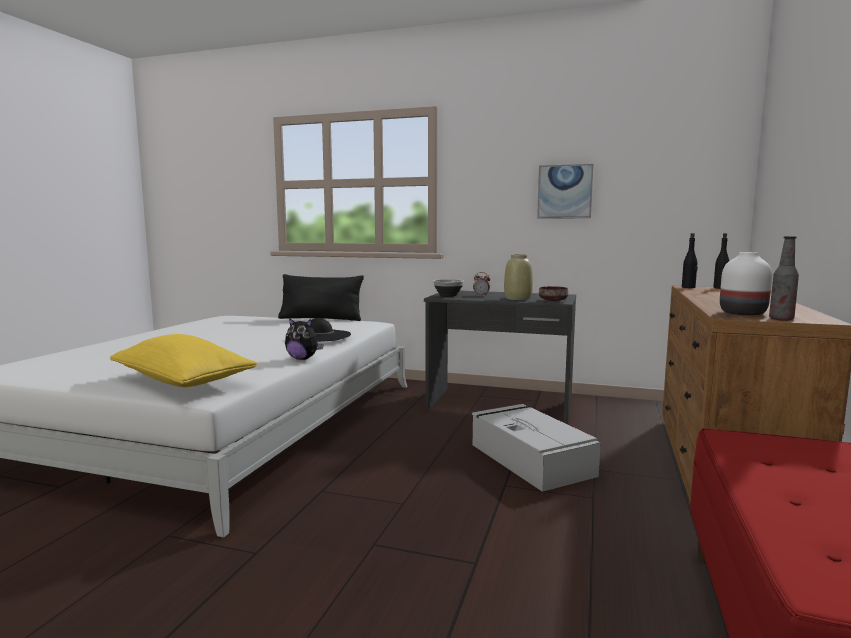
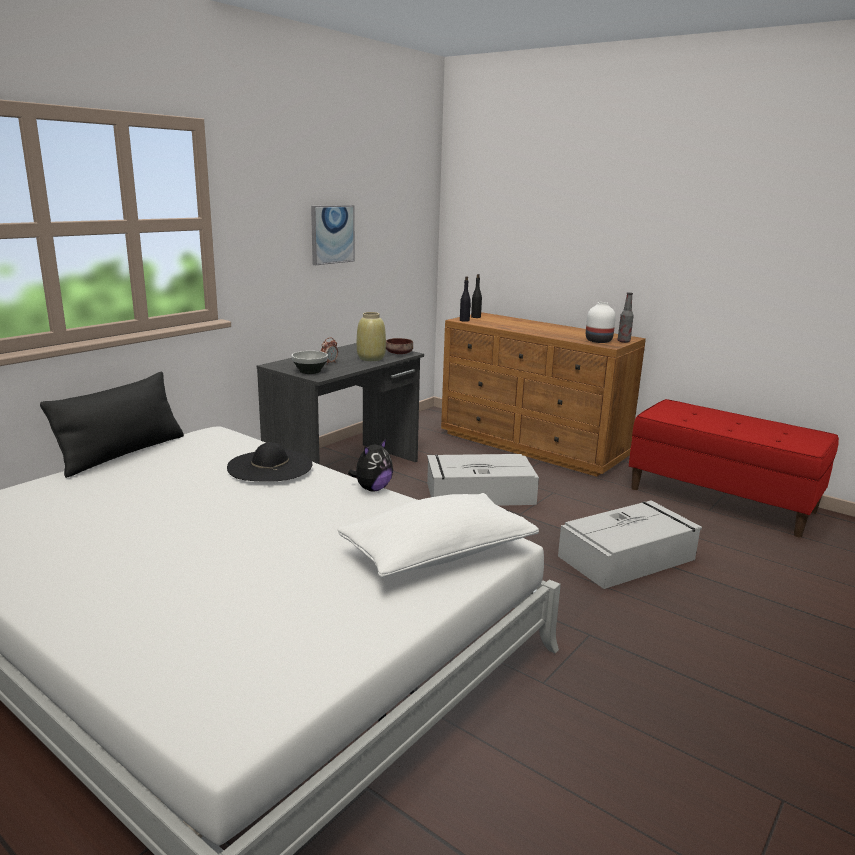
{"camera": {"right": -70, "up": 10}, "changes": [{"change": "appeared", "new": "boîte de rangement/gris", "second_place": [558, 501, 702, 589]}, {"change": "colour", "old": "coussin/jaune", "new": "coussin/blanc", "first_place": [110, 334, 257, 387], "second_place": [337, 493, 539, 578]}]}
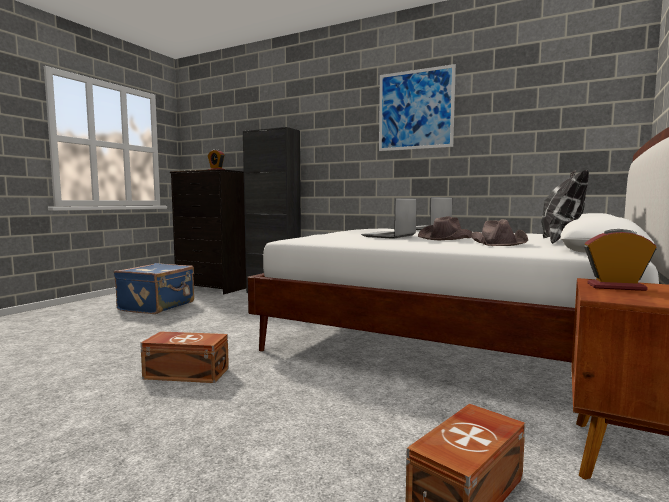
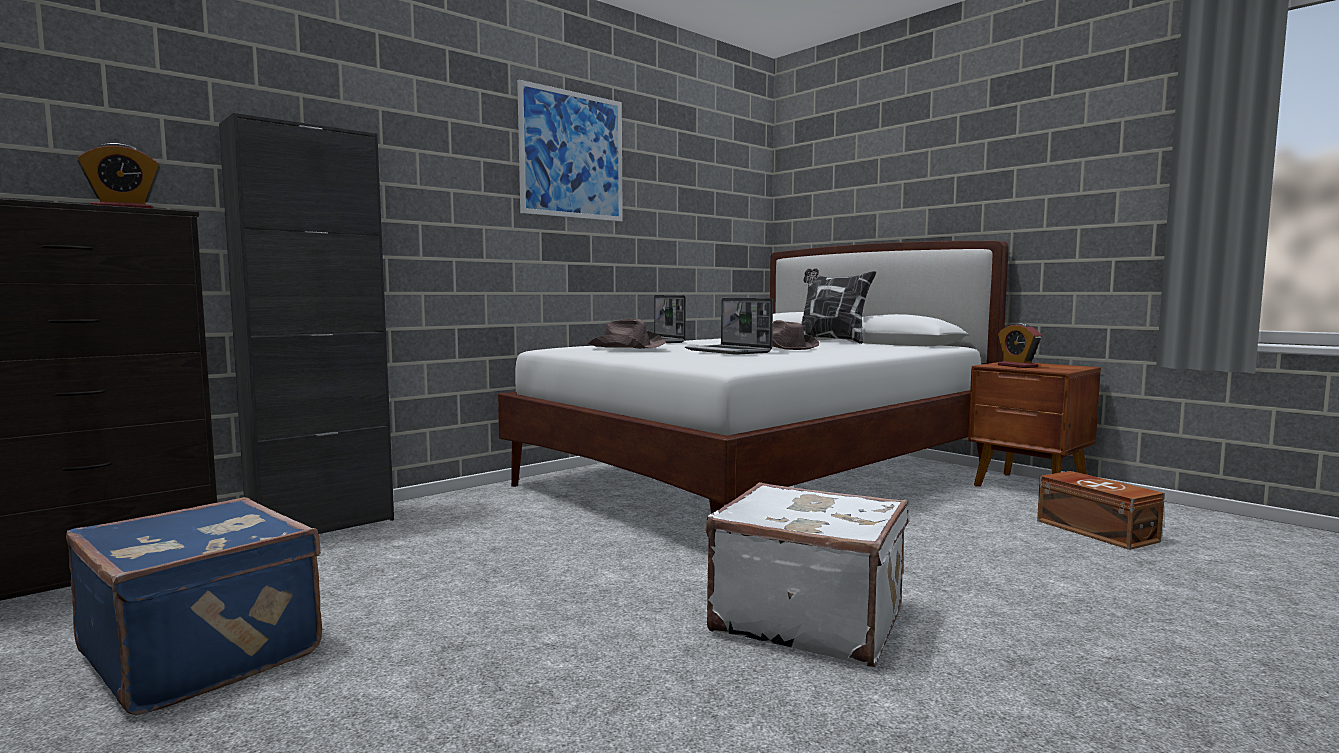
{"camera": {"right": -70, "up": 0}, "changes": [{"change": "relocated", "old": "chapeau/marron", "first_place": [471, 219, 528, 246], "second_place": [588, 319, 666, 349]}, {"change": "exchanged", "old": "boîte de rangement/marron", "new": "valise/blanc", "first_place": [140, 331, 229, 383], "second_place": [706, 482, 908, 667]}, {"change": "spun", "old": "réveil", "first_place": [584, 229, 656, 291], "second_place": [998, 323, 1042, 368], "degrees": -60}]}
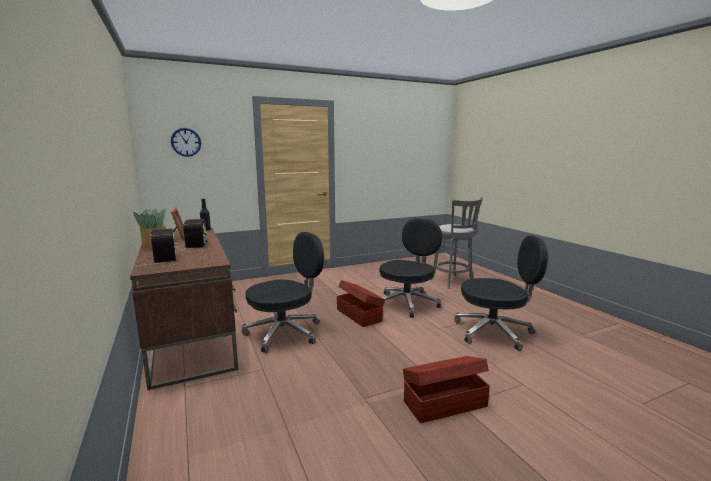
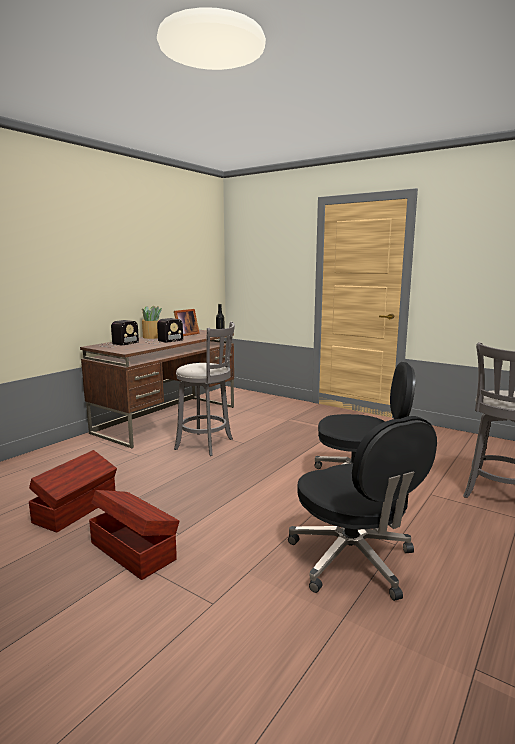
{"camera": {"right": 60, "up": 0}, "changes": [{"change": "missing", "old": "horloge murale", "first_place": [171, 128, 201, 157]}, {"change": "relocated", "old": "boîte de rangement/marron", "first_place": [337, 280, 385, 327], "second_place": [28, 450, 117, 533]}, {"change": "exchanged", "old": "chaise de bureau/noir", "new": "tabouret/gris", "first_place": [242, 232, 324, 353], "second_place": [174, 322, 235, 456]}]}
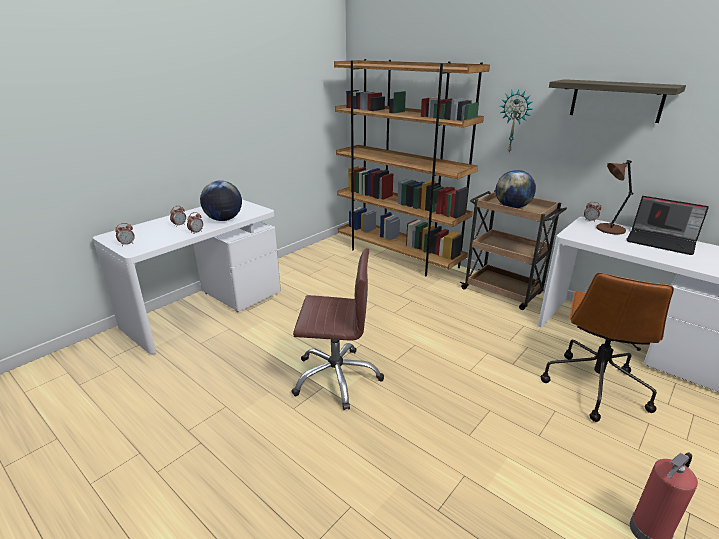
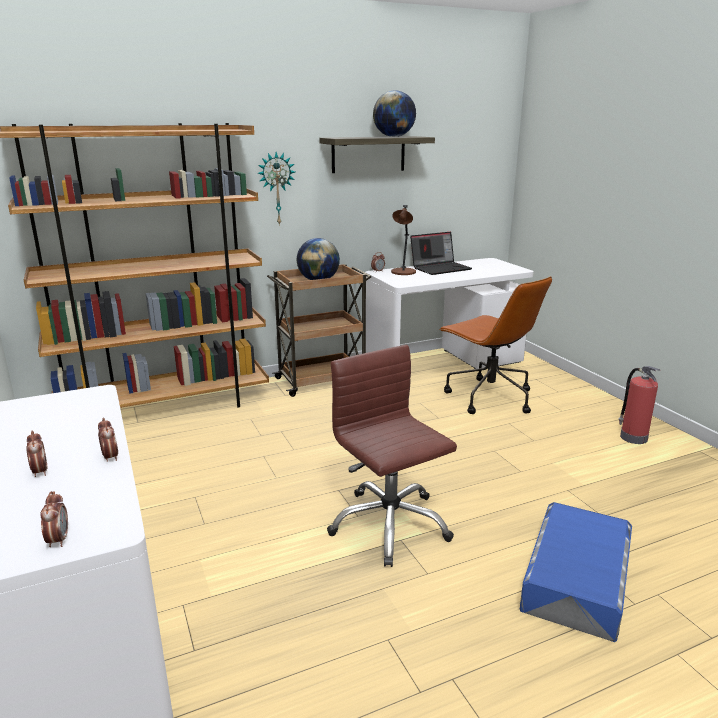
{"camera": {"right": -65, "up": -5}, "changes": [{"change": "appeared", "new": "boîte de rangement/bleu", "second_place": [520, 502, 632, 642]}, {"change": "relocated", "old": "globe", "first_place": [200, 180, 242, 221], "second_place": [373, 90, 416, 137]}, {"change": "spun", "old": "chaise de bureau/marron", "first_place": [291, 248, 384, 410], "second_place": [327, 345, 457, 567], "degrees": -60}]}
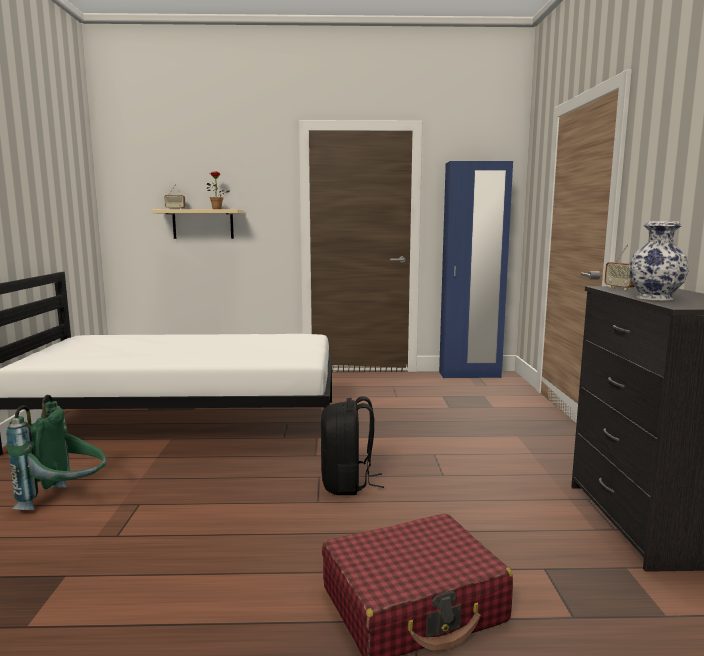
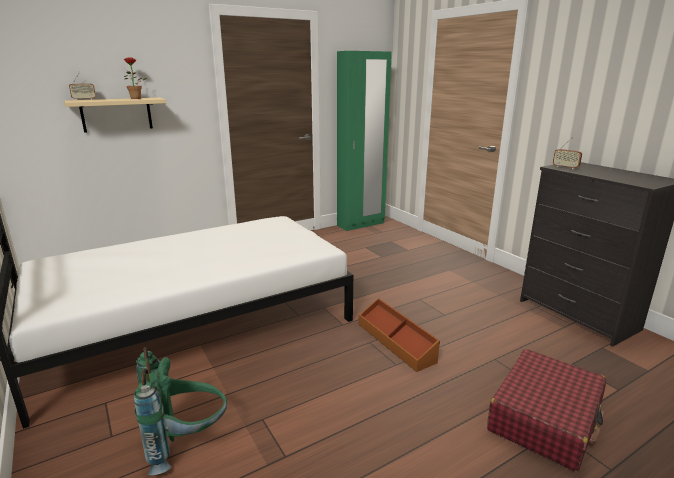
{"camera": {"right": -30, "up": 10}, "changes": [{"change": "missing", "old": "vase", "first_place": [629, 221, 689, 301]}, {"change": "exchanged", "old": "sac à dos/noir", "new": "boîte de rangement/marron", "first_place": [321, 396, 384, 495], "second_place": [359, 298, 440, 372]}, {"change": "colour", "old": "armoire/bleu", "new": "armoire/vert", "first_place": [439, 161, 513, 378], "second_place": [337, 51, 392, 231]}]}
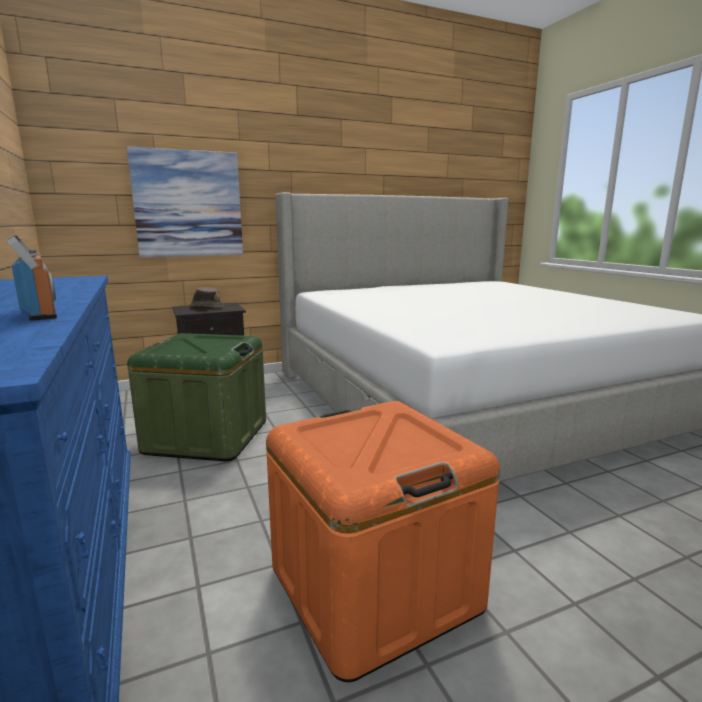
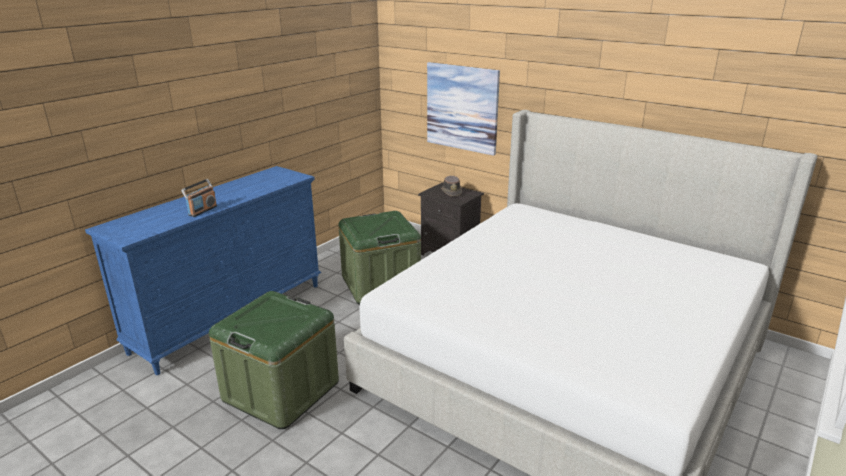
{"camera": {"right": 60, "up": 10}, "changes": [{"change": "colour", "old": "boîte de rangement/orange", "new": "boîte de rangement/vert", "first_place": [266, 401, 500, 682], "second_place": [209, 291, 339, 429]}]}
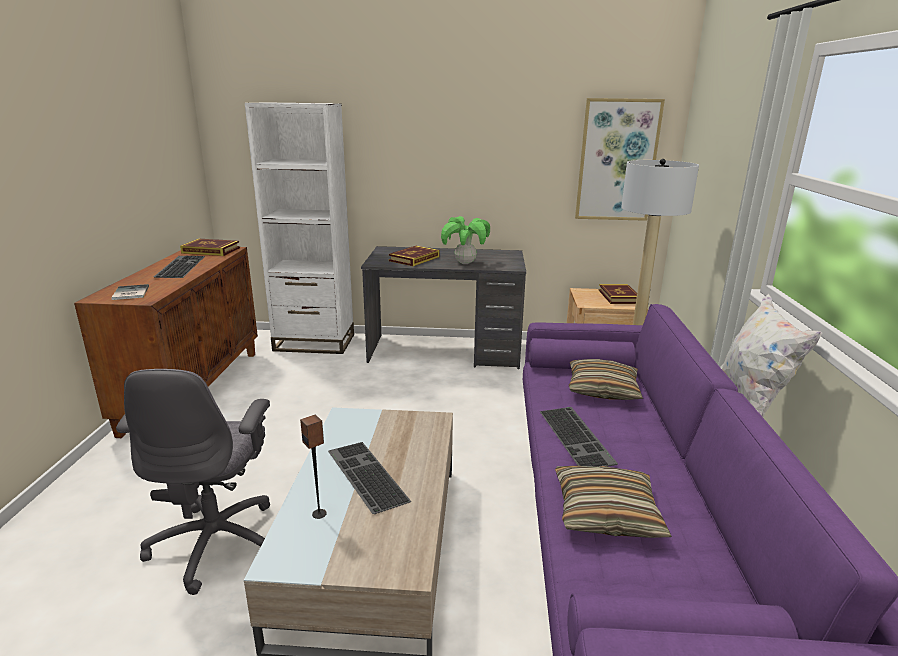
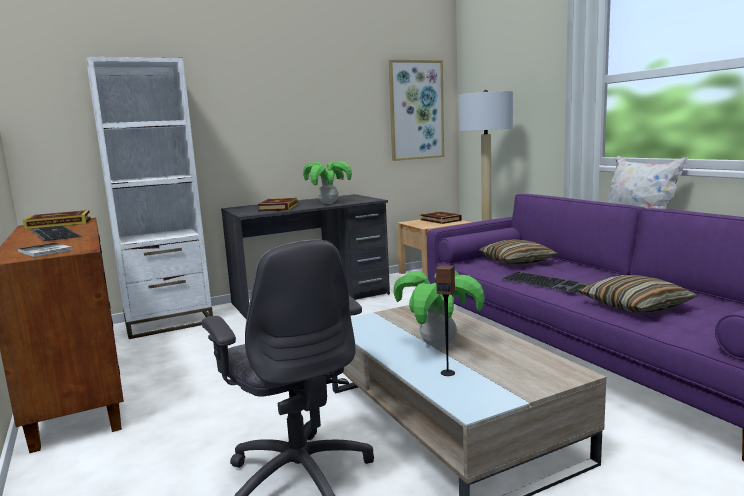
{"camera": {"right": -30, "up": -10}, "changes": [{"change": "exchanged", "old": "clavier", "new": "plante en pot", "first_place": [328, 442, 411, 514], "second_place": [393, 271, 485, 348]}]}
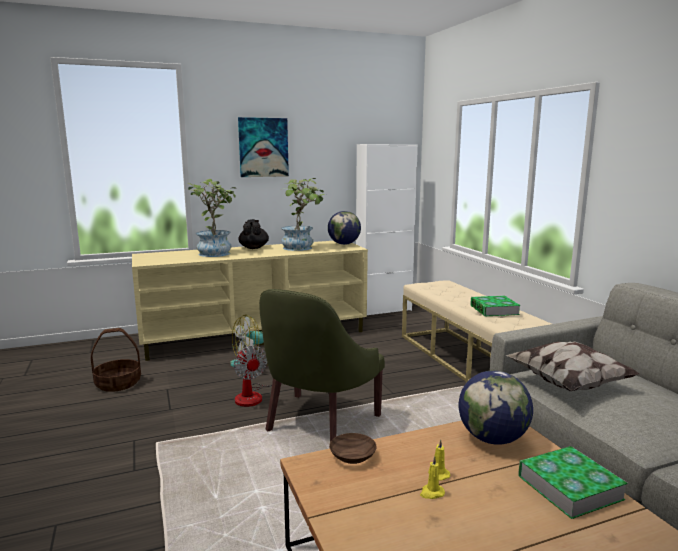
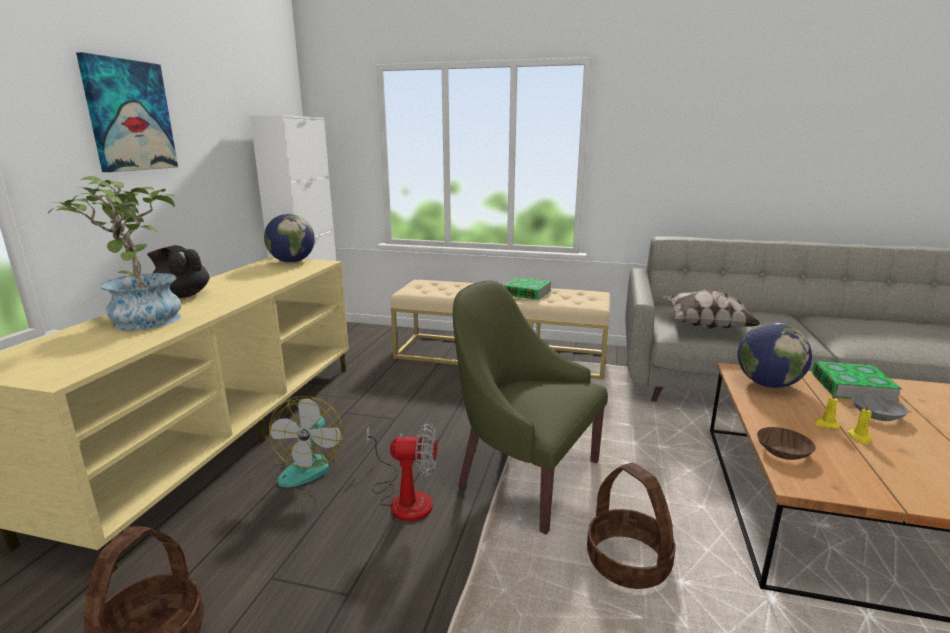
{"camera": {"right": -55, "up": 5}, "changes": [{"change": "missing", "old": "plante en pot", "first_place": [280, 178, 326, 251]}, {"change": "appeared", "new": "panier", "second_place": [587, 462, 675, 589]}, {"change": "appeared", "new": "bol/gris", "second_place": [853, 394, 908, 421]}, {"change": "spun", "old": "fauteuil/vert", "first_place": [259, 289, 385, 442], "second_place": [453, 281, 608, 534], "degrees": 150}]}
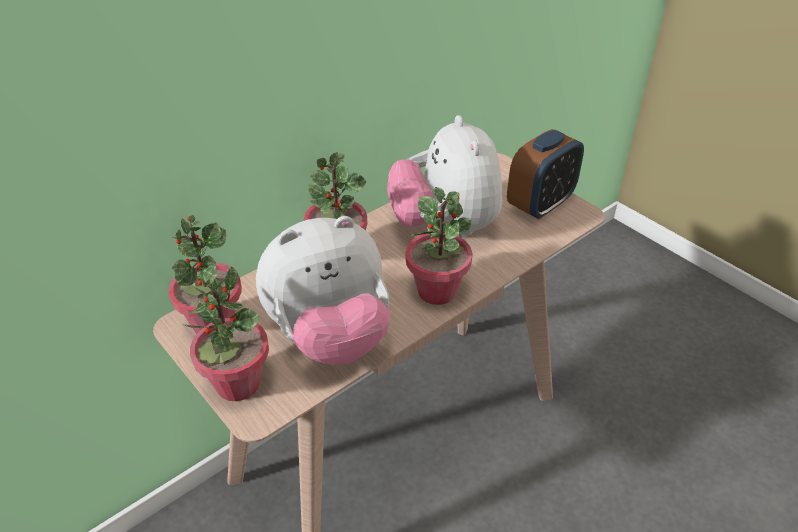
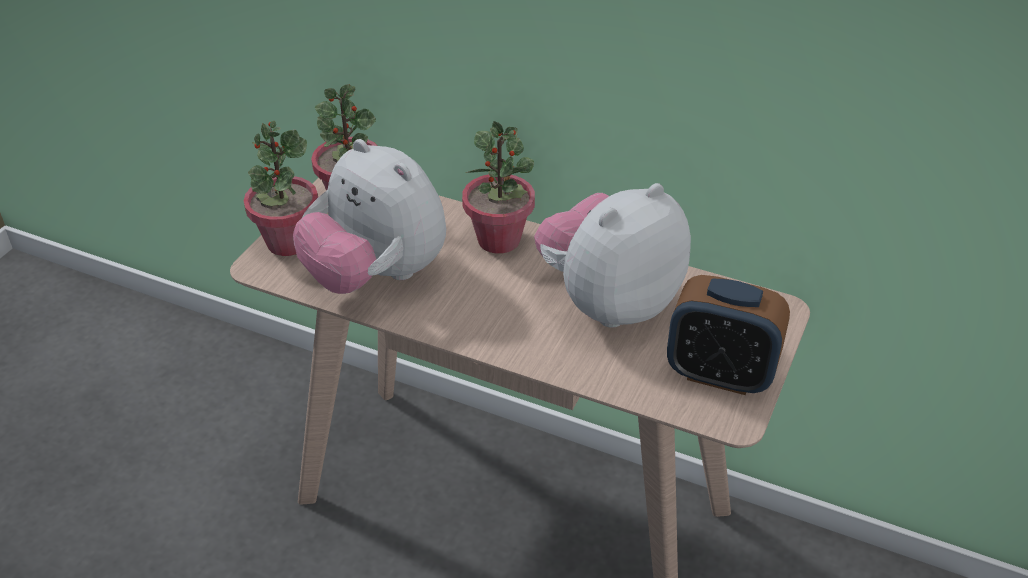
{"camera": {"right": 65, "up": 0}, "changes": [{"change": "missing", "old": "plante en pot", "first_place": [405, 187, 473, 305]}]}
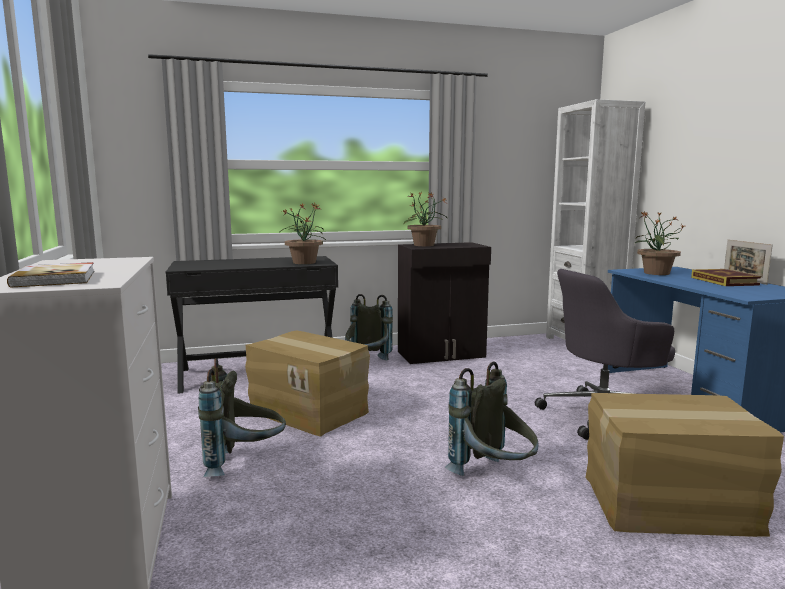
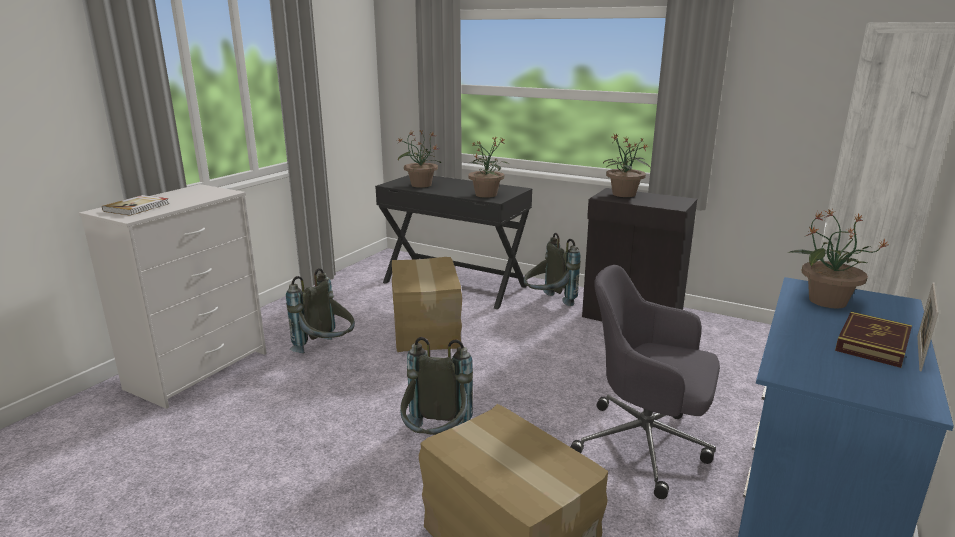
{"camera": {"right": 45, "up": 10}, "changes": [{"change": "appeared", "new": "plante en pot", "second_place": [396, 130, 441, 188]}]}
